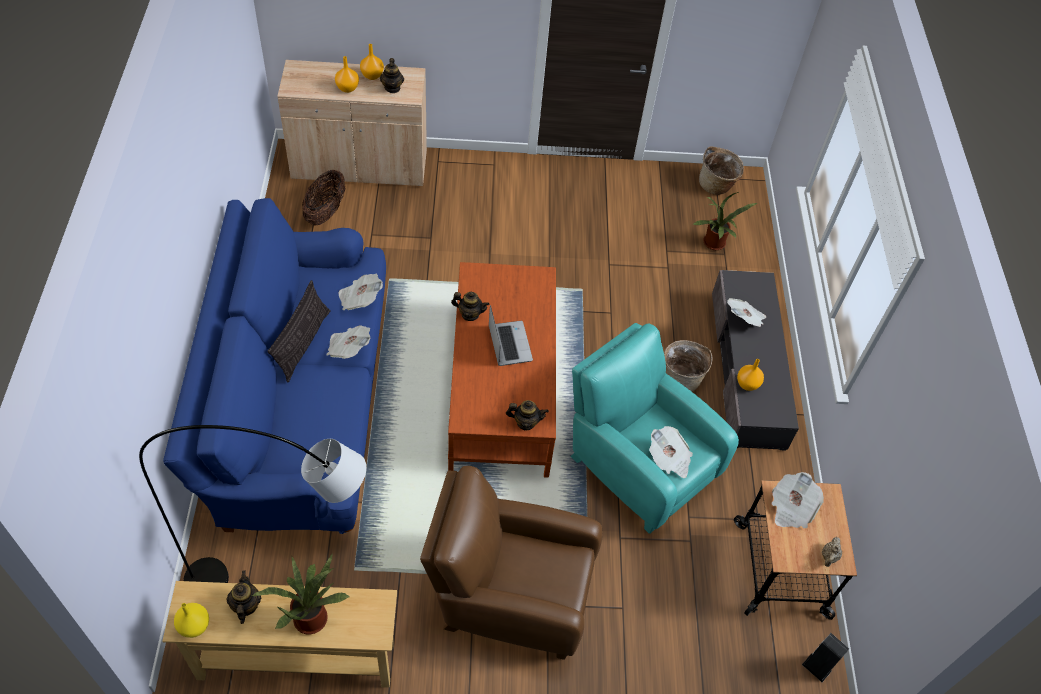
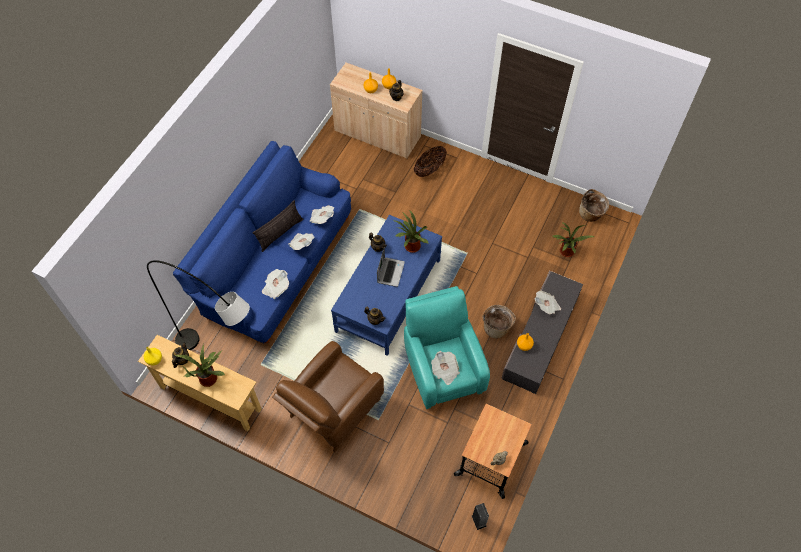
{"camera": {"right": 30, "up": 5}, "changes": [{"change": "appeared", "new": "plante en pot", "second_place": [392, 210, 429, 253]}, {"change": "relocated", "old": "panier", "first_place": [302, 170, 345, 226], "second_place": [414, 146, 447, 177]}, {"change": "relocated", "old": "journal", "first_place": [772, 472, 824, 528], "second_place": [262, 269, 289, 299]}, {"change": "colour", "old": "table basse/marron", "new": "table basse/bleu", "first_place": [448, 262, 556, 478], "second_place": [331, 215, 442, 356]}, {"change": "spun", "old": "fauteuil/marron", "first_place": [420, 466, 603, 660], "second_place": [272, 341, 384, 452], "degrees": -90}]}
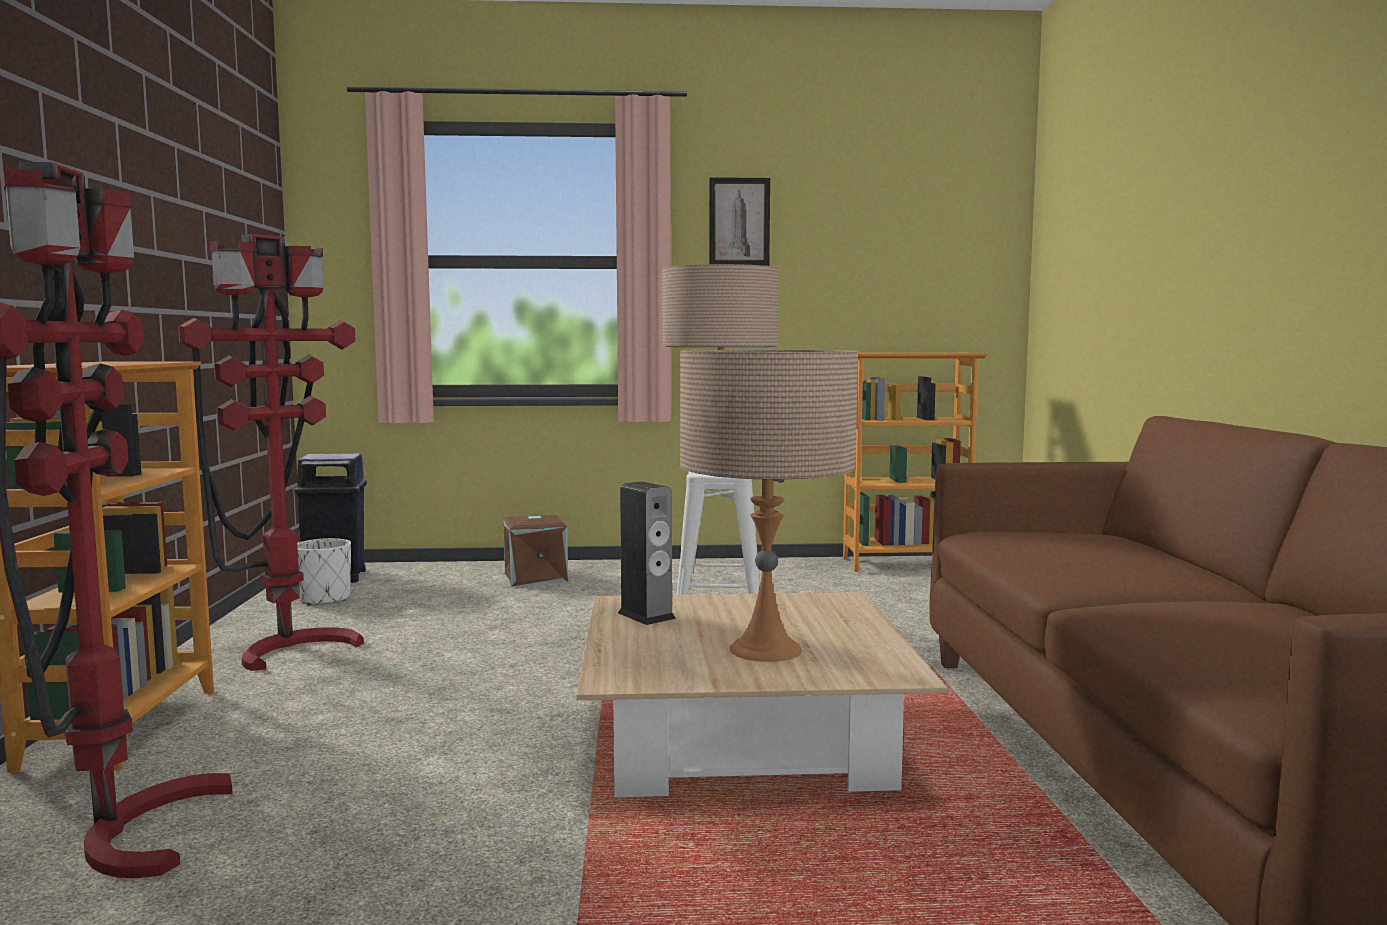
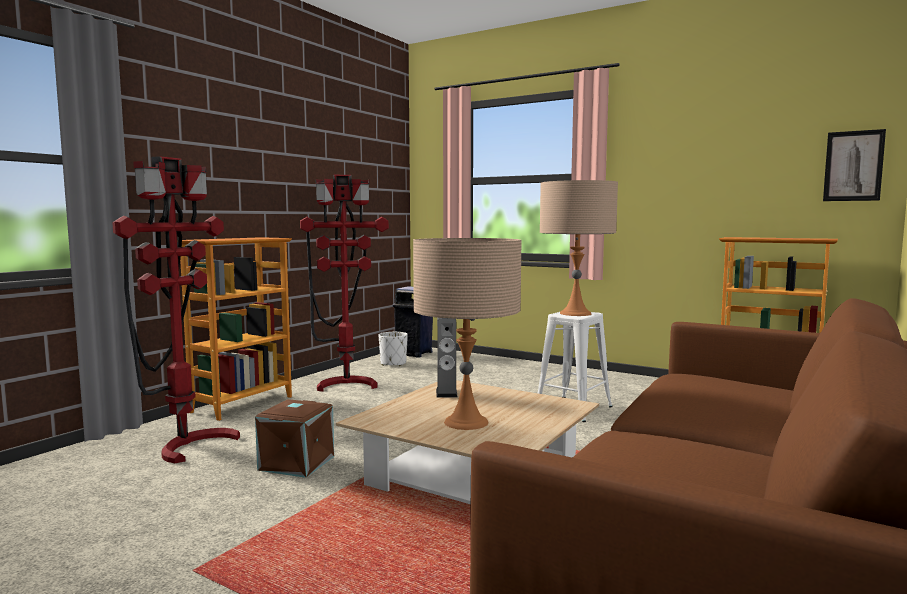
{"camera": {"right": 35, "up": 0}, "changes": [{"change": "relocated", "old": "boîte de rangement/marron", "first_place": [503, 515, 568, 587], "second_place": [255, 399, 334, 478]}, {"change": "relocated", "old": "tableau", "first_place": [709, 177, 770, 266], "second_place": [823, 129, 886, 201]}]}
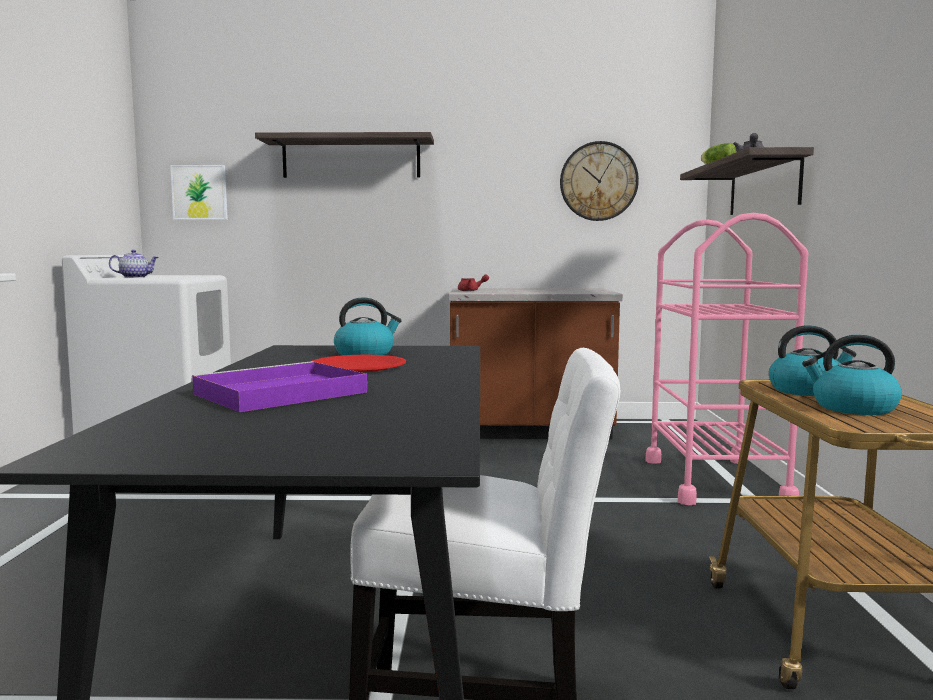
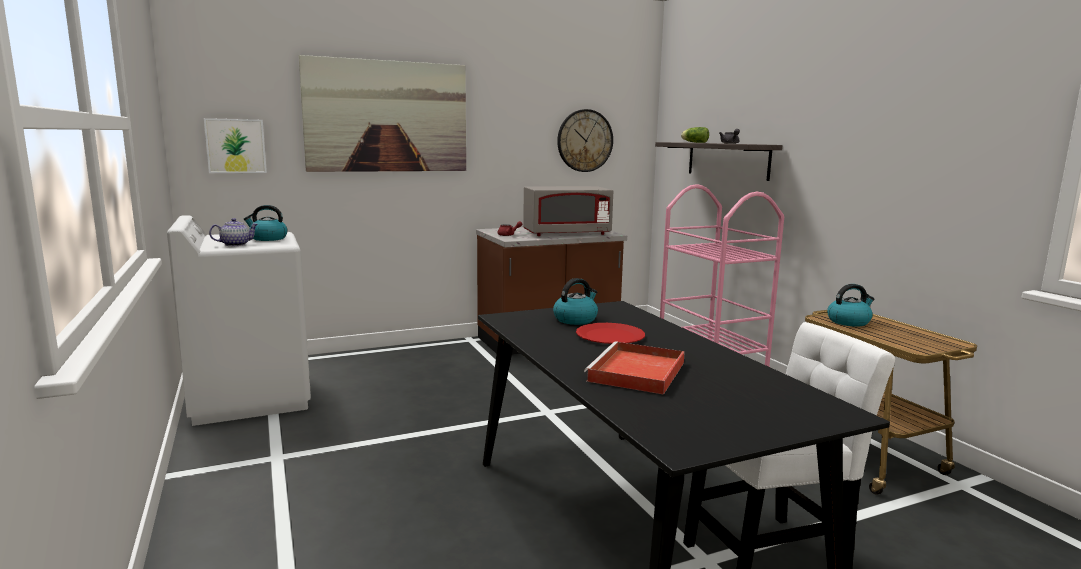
{"camera": {"right": -25, "up": 5}, "changes": [{"change": "appeared", "new": "micro-ondes/gris", "second_place": [523, 186, 613, 236]}, {"change": "relocated", "old": "bouilloire", "first_place": [802, 335, 902, 415], "second_place": [244, 205, 288, 241]}, {"change": "exchanged", "old": "étagère", "new": "tableau", "first_place": [255, 132, 434, 178], "second_place": [299, 55, 466, 172]}, {"change": "colour", "old": "plateau/violet", "new": "plateau/rouge", "first_place": [191, 361, 367, 412], "second_place": [584, 341, 685, 395]}]}
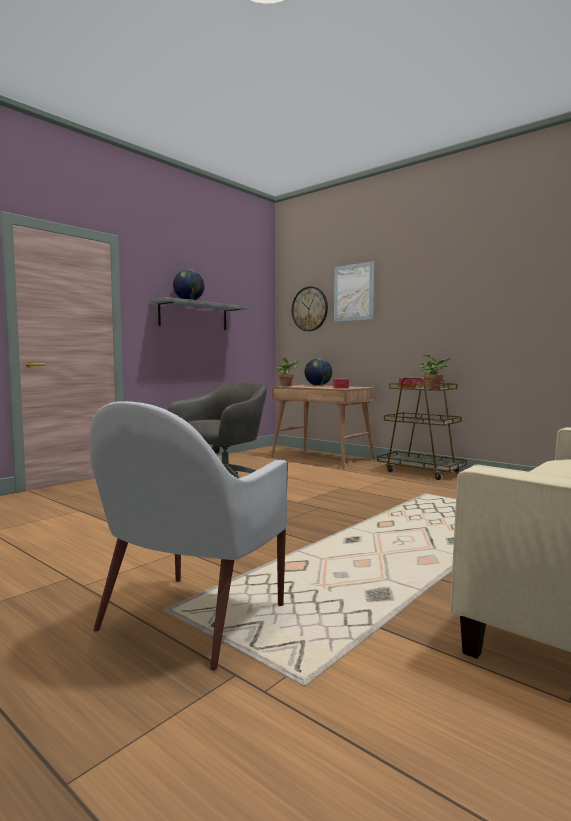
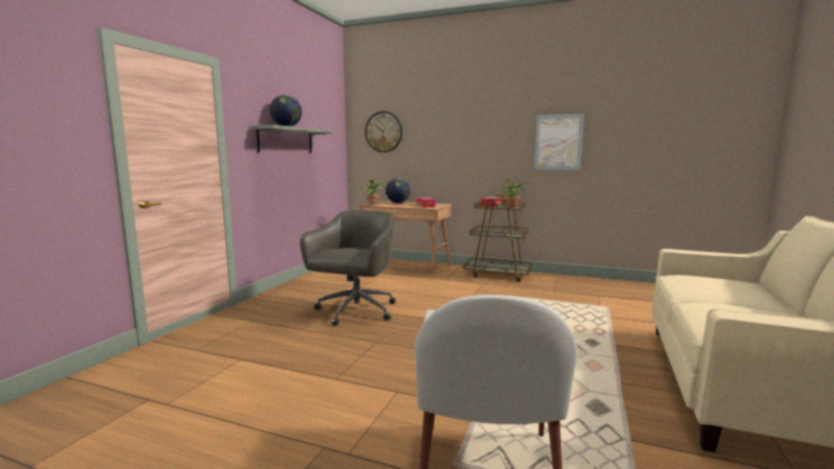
{"camera": {"right": -20, "up": 5}, "changes": [{"change": "relocated", "old": "tableau", "first_place": [334, 261, 374, 322], "second_place": [534, 114, 584, 170]}]}
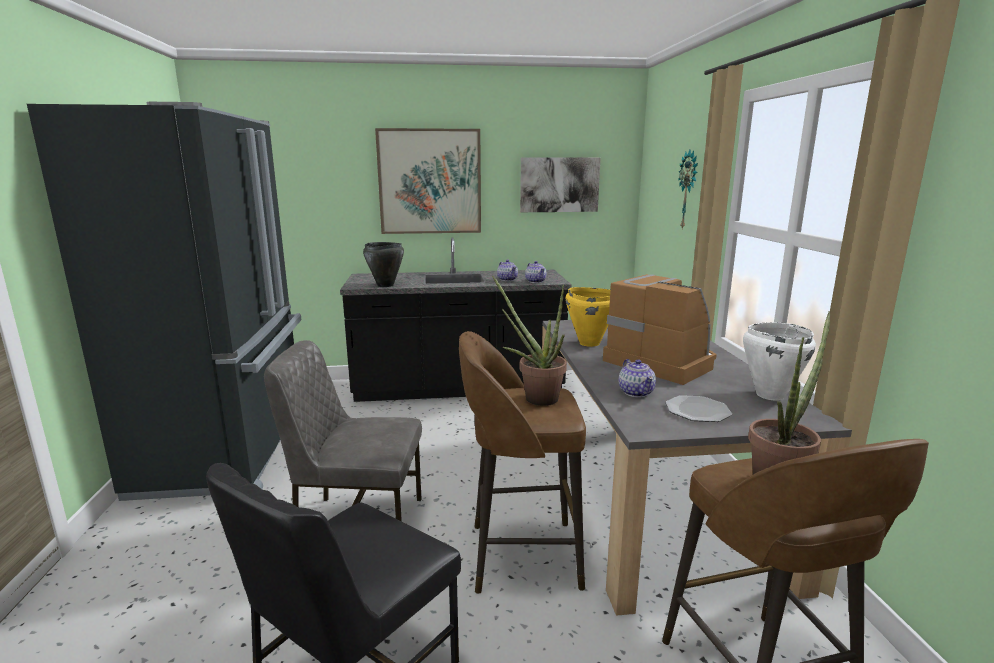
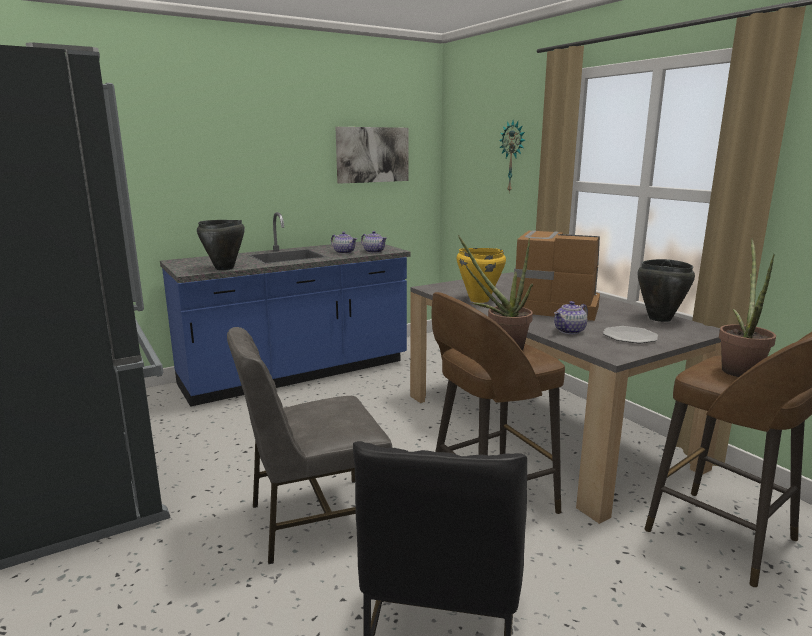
{"camera": {"right": -25, "up": 0}, "changes": [{"change": "missing", "old": "tableau", "first_place": [375, 128, 481, 234]}, {"change": "colour", "old": "comptoir de cuisine/noir", "new": "comptoir de cuisine/bleu", "first_place": [340, 237, 571, 402], "second_place": [160, 212, 411, 407]}, {"change": "colour", "old": "marmite/blanc", "new": "marmite/noir", "first_place": [743, 322, 816, 401], "second_place": [637, 259, 695, 322]}, {"change": "spun", "old": "théière", "first_place": [619, 359, 656, 397], "second_place": [554, 301, 588, 335], "degrees": 90}]}
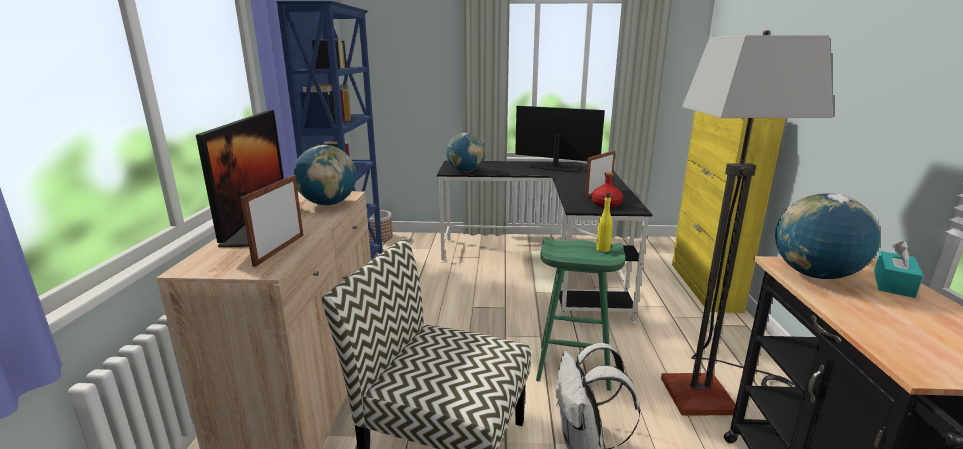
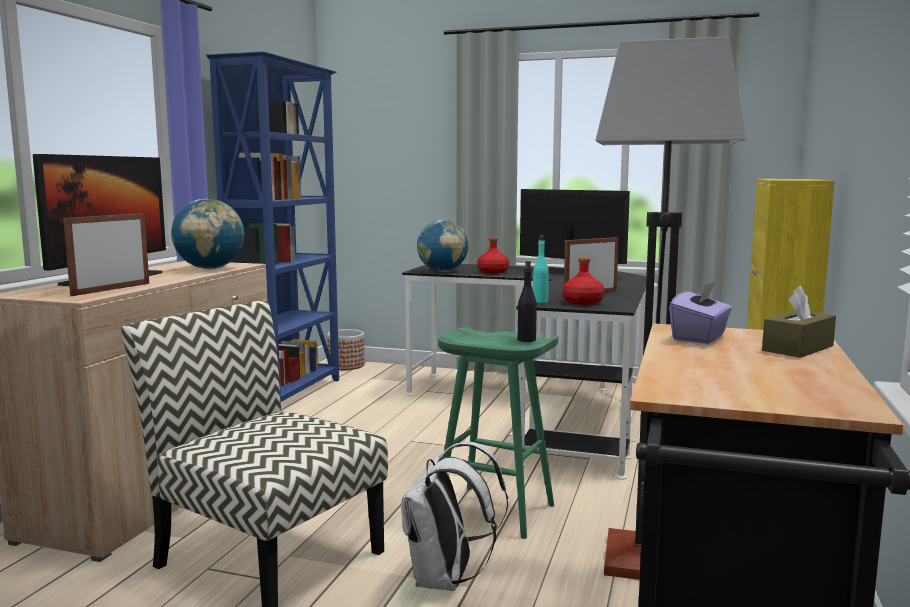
{"camera": {"right": 15, "up": -10}, "changes": [{"change": "appeared", "new": "bouteille/rouge", "second_place": [477, 237, 509, 274]}, {"change": "appeared", "new": "bouteille/turquoise", "second_place": [533, 235, 549, 303]}, {"change": "exchanged", "old": "globe", "new": "boîte à mouchoirs/violet", "first_place": [775, 193, 880, 279], "second_place": [669, 281, 732, 344]}, {"change": "colour", "old": "bouteille/jaune", "new": "bouteille/noir", "first_place": [596, 192, 613, 252], "second_place": [518, 261, 537, 342]}, {"change": "colour", "old": "boîte à mouchoirs/turquoise", "new": "boîte à mouchoirs/marron", "first_place": [874, 241, 923, 298], "second_place": [762, 286, 836, 358]}]}
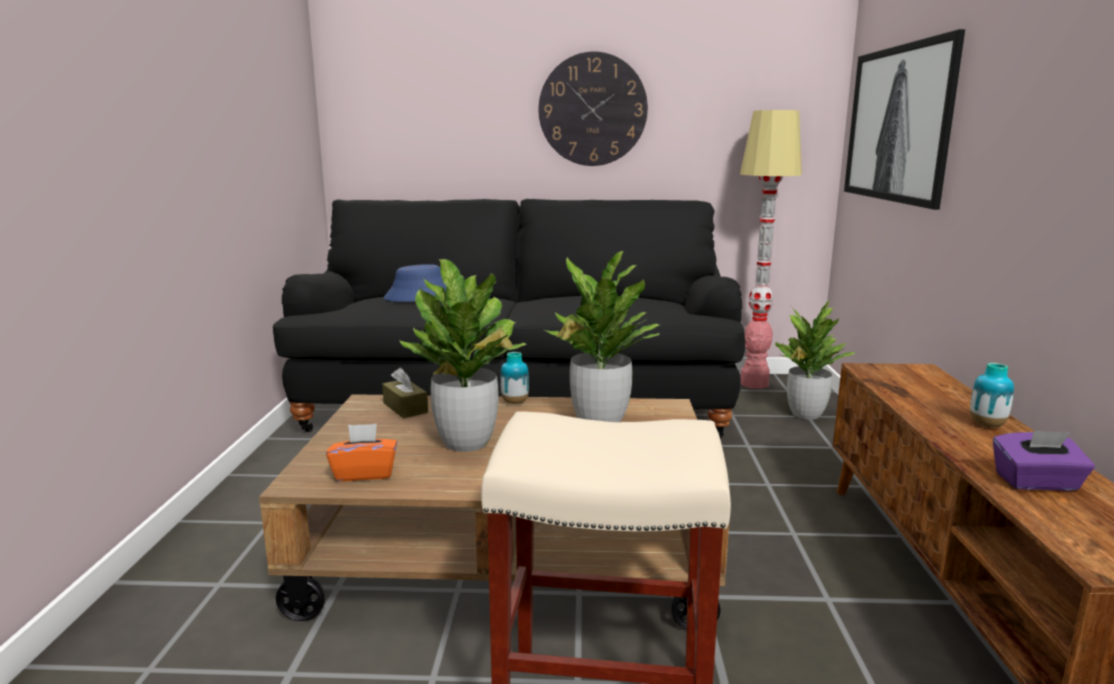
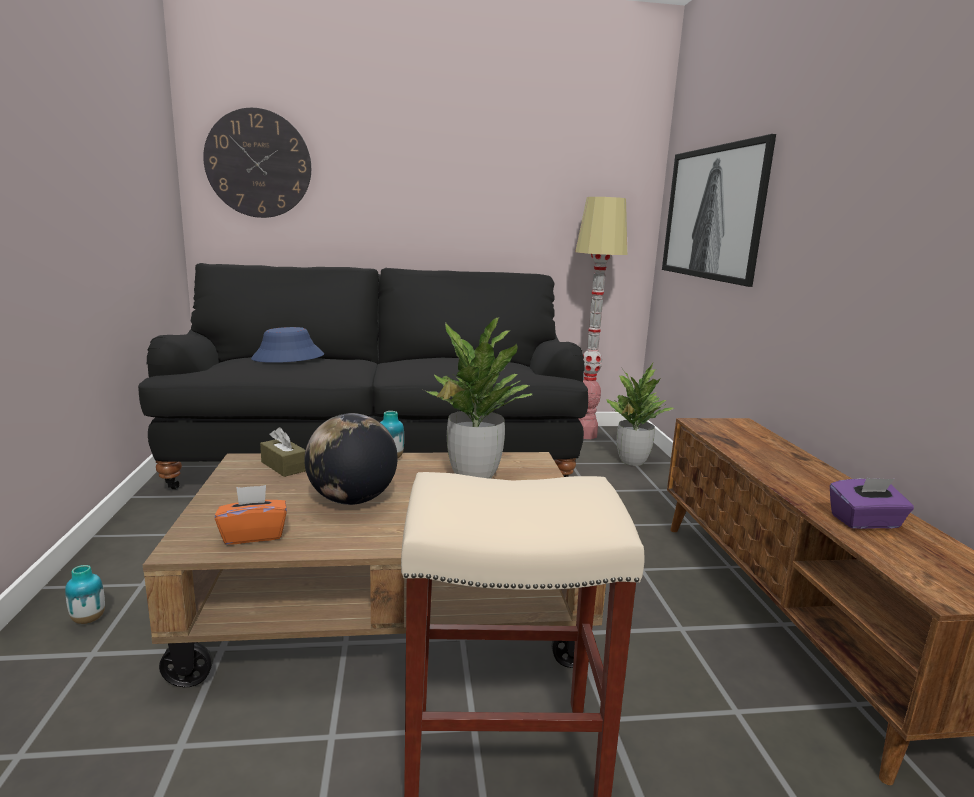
{"camera": {"right": -10, "up": 0}, "changes": [{"change": "relocated", "old": "horloge murale", "first_place": [539, 51, 648, 166], "second_place": [203, 108, 311, 218]}, {"change": "relocated", "old": "vase", "first_place": [970, 363, 1014, 427], "second_place": [65, 565, 105, 624]}, {"change": "exchanged", "old": "plante en pot", "new": "globe", "first_place": [400, 259, 526, 452], "second_place": [304, 413, 398, 505]}]}
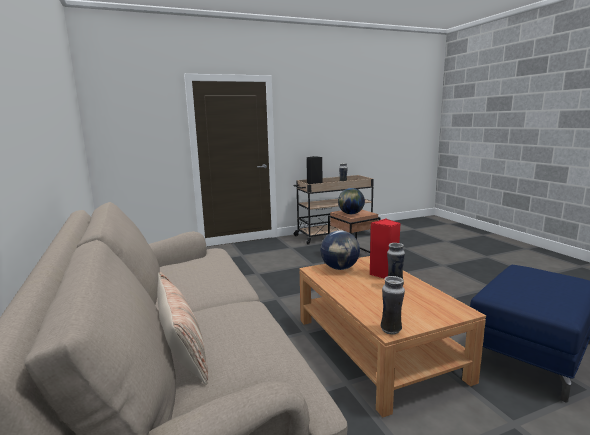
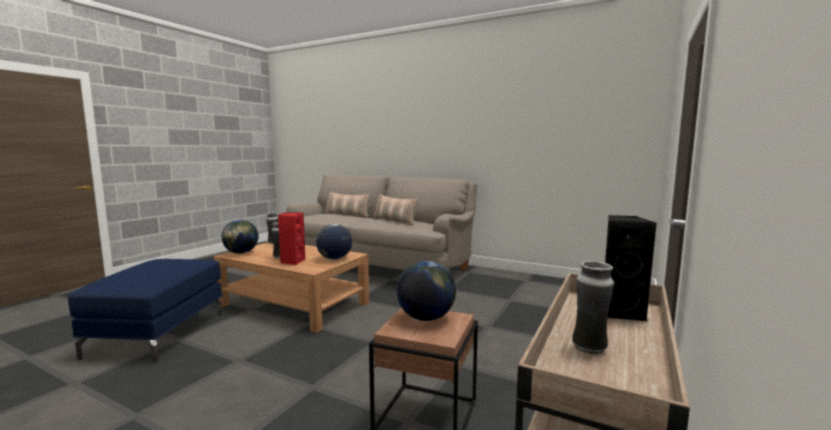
{"camera": {"right": 140, "up": -5}, "changes": [{"change": "appeared", "new": "globe", "second_place": [222, 220, 259, 254]}, {"change": "appeared", "new": "coussin", "second_place": [373, 194, 419, 225]}]}
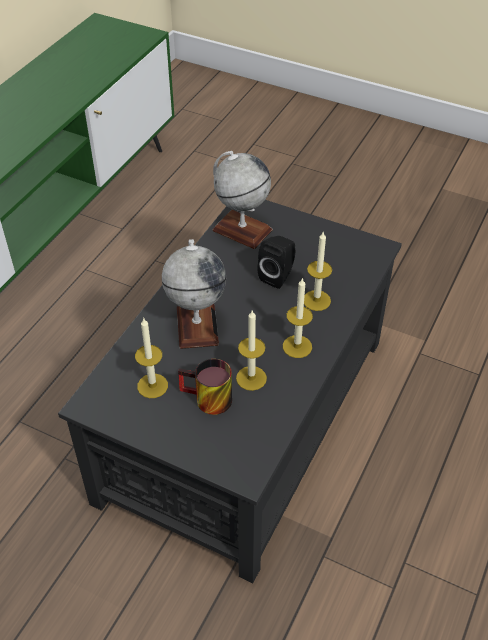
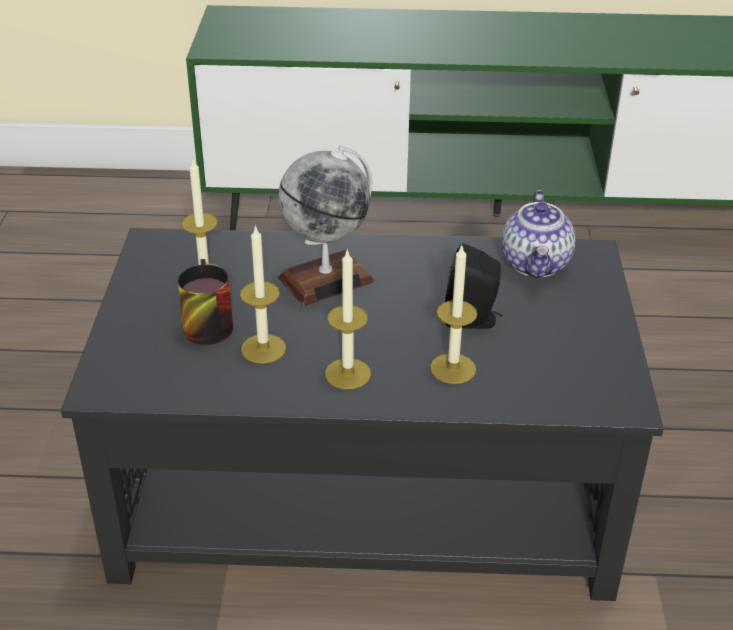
{"camera": {"right": 65, "up": -10}, "changes": [{"change": "exchanged", "old": "globe", "new": "théière", "first_place": [212, 151, 273, 249], "second_place": [501, 190, 576, 278]}]}
